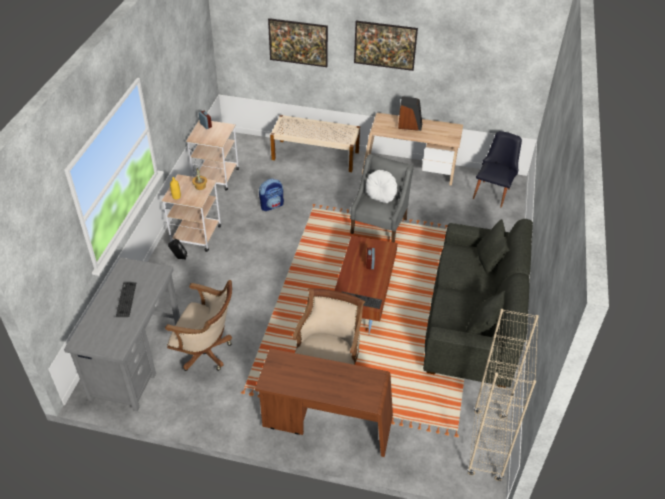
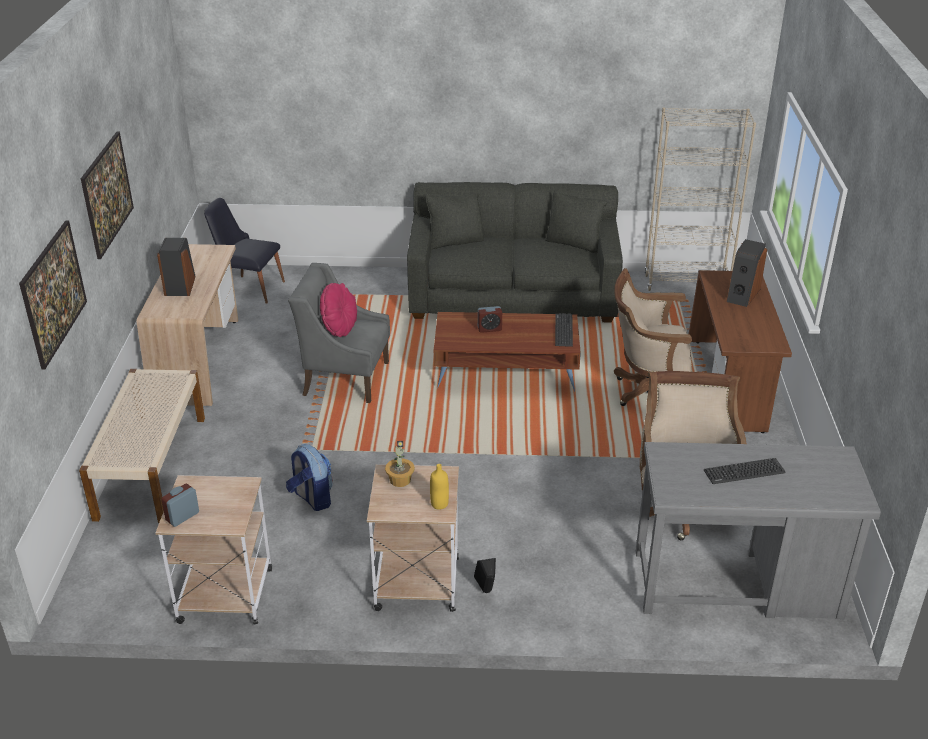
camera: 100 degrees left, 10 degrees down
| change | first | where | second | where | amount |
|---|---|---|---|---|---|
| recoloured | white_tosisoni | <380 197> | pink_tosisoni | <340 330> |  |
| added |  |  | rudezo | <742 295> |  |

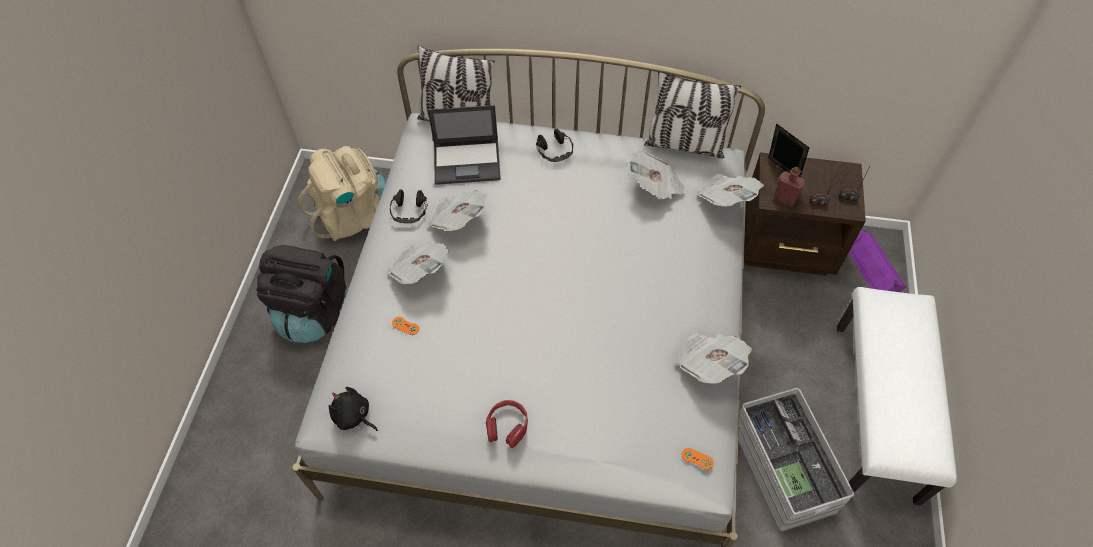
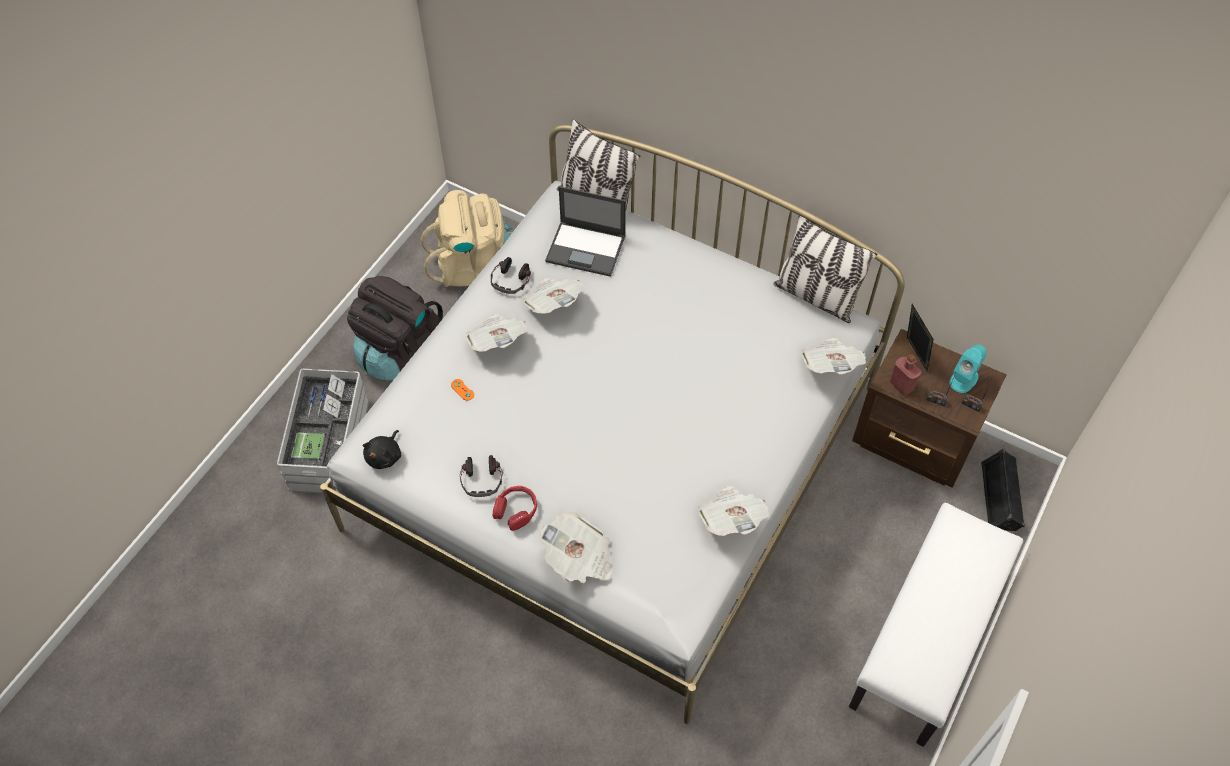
camera: 20 degrees right, 0 degrees up
| change | first | where | second | where | amount |
|---|---|---|---|---|---|
| moved | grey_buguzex | <781 467> |  | <328 443> |  |
| turned | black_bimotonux | <354 417> |  | <385 456> | 120 degrees counterclockwise |
| moved | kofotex | <555 150> |  | <482 480> |  |
| moved | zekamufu | <656 187> |  | <579 558> |  |
| added |  |  | turquoise_rudezo | <964 379> |  |
| recoloured | purple_rudezo | <873 269> | black_rudezo | <1002 496> |  |
| removed | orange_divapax | <697 458> |  |  |  |

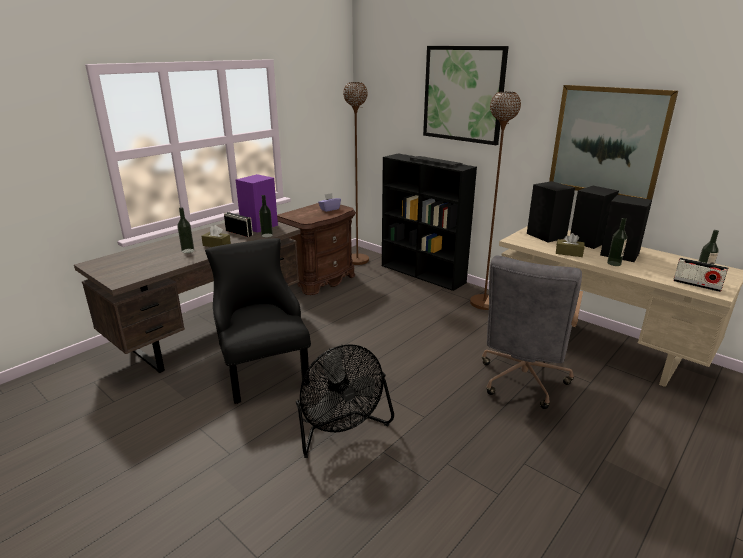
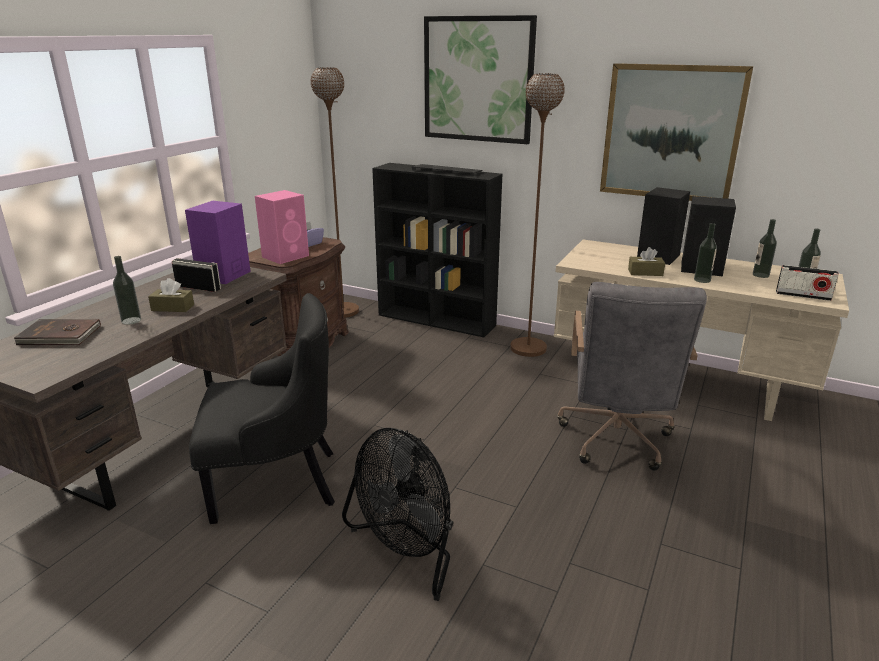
camera: 15 degrees left, 0 degrees up
| change | first | where | second | where | amount |
|---|---|---|---|---|---|
| added |  |  | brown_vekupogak | <60 336> |  |
| turned | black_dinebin | <264 373> |  | <273 485> | 120 degrees clockwise |
| added |  |  | pink_rudezo | <286 256> |  |
| turned | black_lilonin | <336 430> |  | <409 546> | 90 degrees clockwise |
| moved | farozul | <267 235> |  | <760 275> |  |
| removed | black_rudezo | <547 236> |  |  |  |

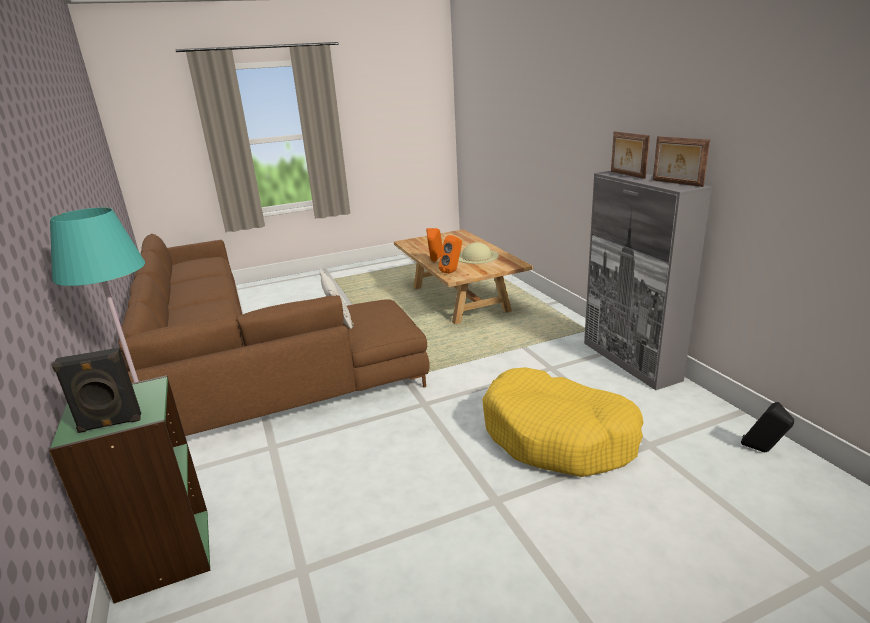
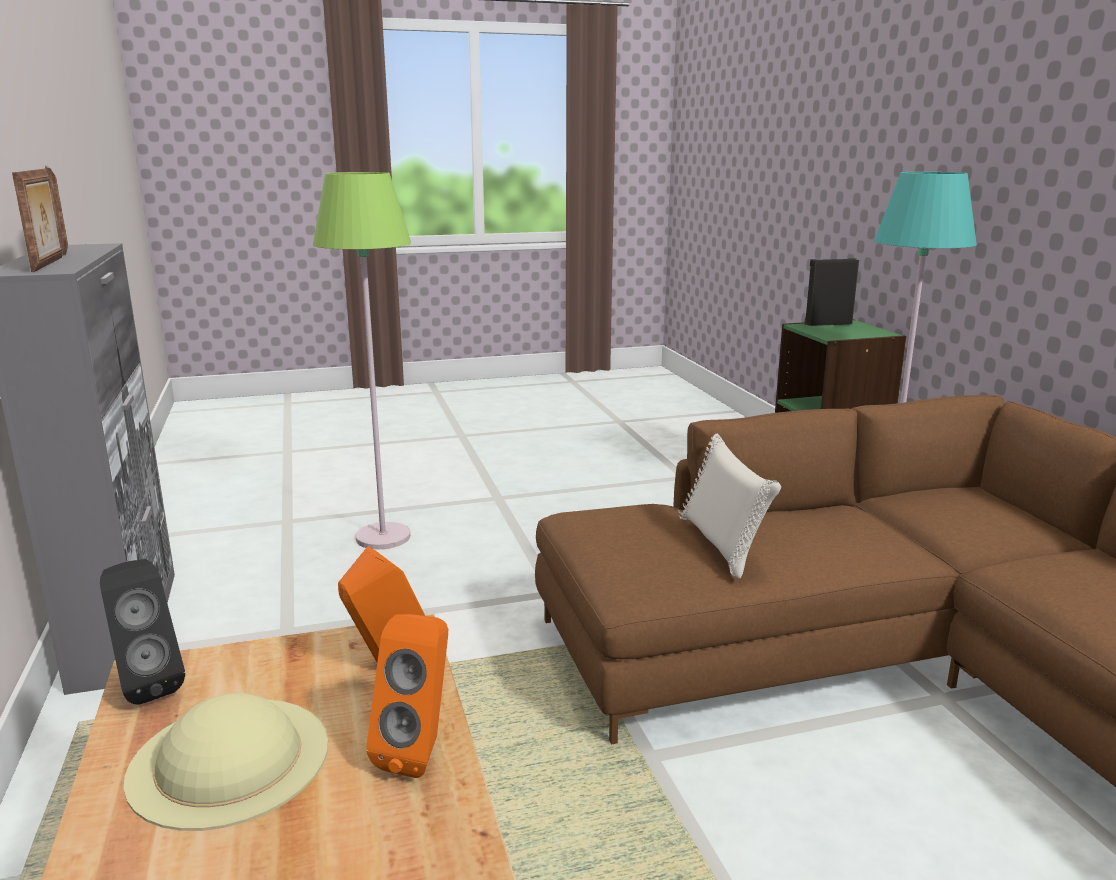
camera: 175 degrees left, 5 degrees down
| change | first | where | second | where | amount |
|---|---|---|---|---|---|
| moved | black_rudezo | <762 451> |  | <147 685> |  |
| replaced | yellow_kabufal | <558 436> | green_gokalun | <383 537> |  |

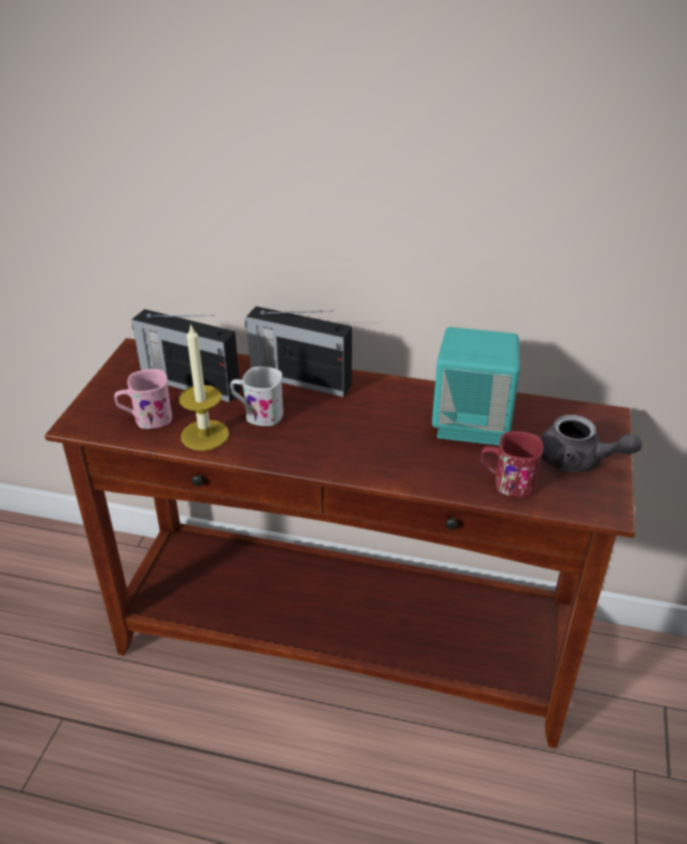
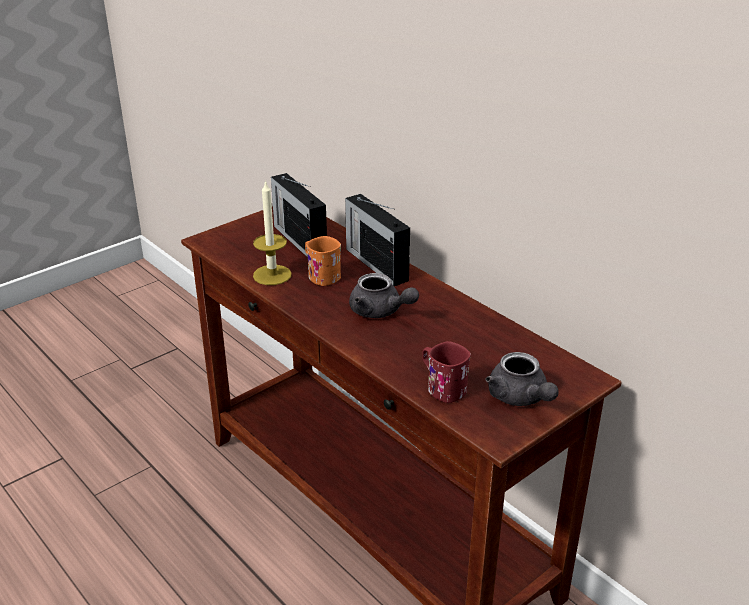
camera: 35 degrees right, 5 degrees down
| change | first | where | second | where | amount |
|---|---|---|---|---|---|
| recoloured | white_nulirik | <258 414> | orange_nulirik | <321 275> |  |
| added |  |  | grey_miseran | <380 311> |  |
| removed | pink_nulirik | <146 419> |  |  |  |
| removed | turquoise_rudezo | <471 424> |  |  |  |

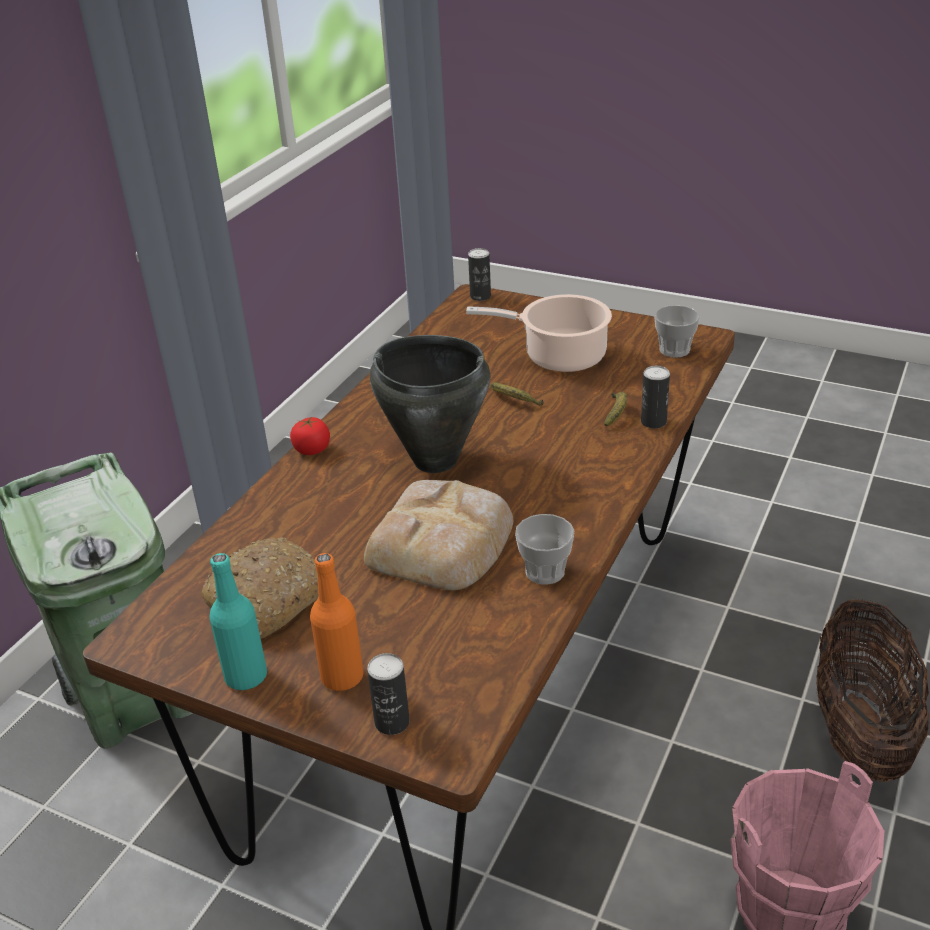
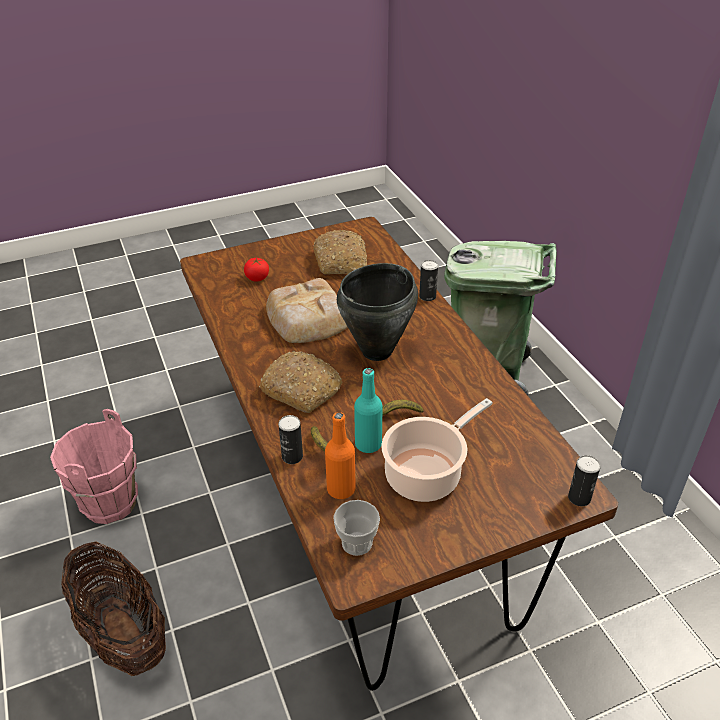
camera: 130 degrees right, 5 degrees up
| change | first | where | second | where | amount |
|---|---|---|---|---|---|
| moved | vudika | <312 449> |  | <257 278> |  |
| added |  |  | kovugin | <302 389> |  |
| moved | orange_farozul | <342 677> |  | <341 489> |  |
| moved | turquoise_farozul | <246 676> |  | <368 444> |  |
| moved | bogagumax | <392 722> |  | <427 296> |  |
| removed | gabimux | <545 571> |  |  |  |

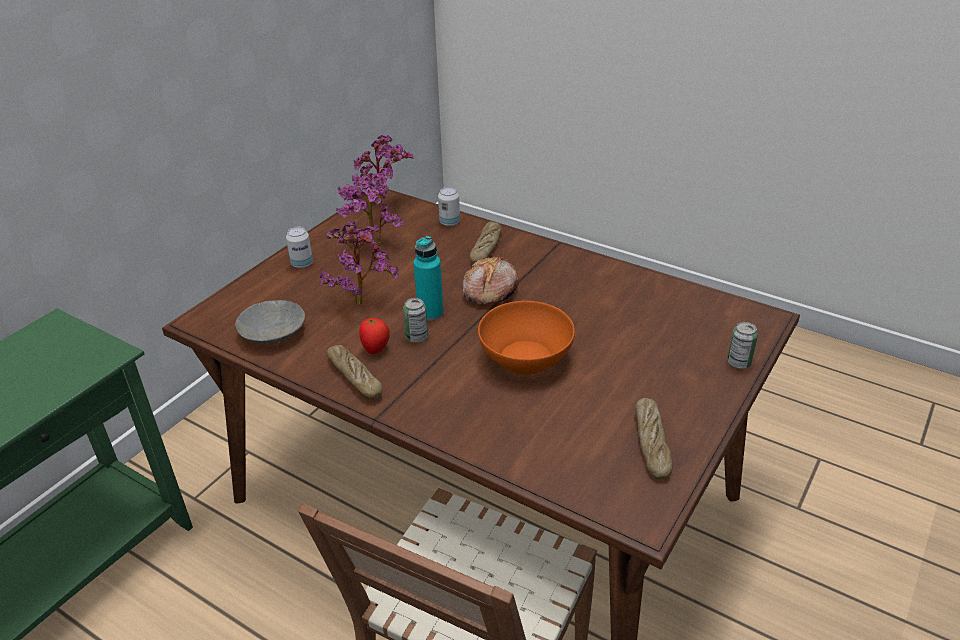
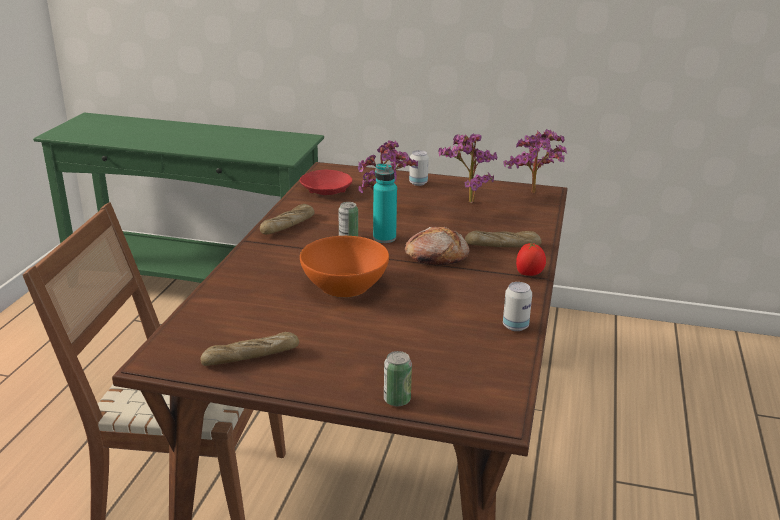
camera: 70 degrees right, 10 degrees down
| change | first | where | second | where | amount |
|---|---|---|---|---|---|
| recoloured | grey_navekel | <274 332> | red_navekel | <326 191> |  |
| moved | bogagumax | <449 222> |  | <515 326> |  |
| moved | vudika | <376 349> |  | <529 274> |  |

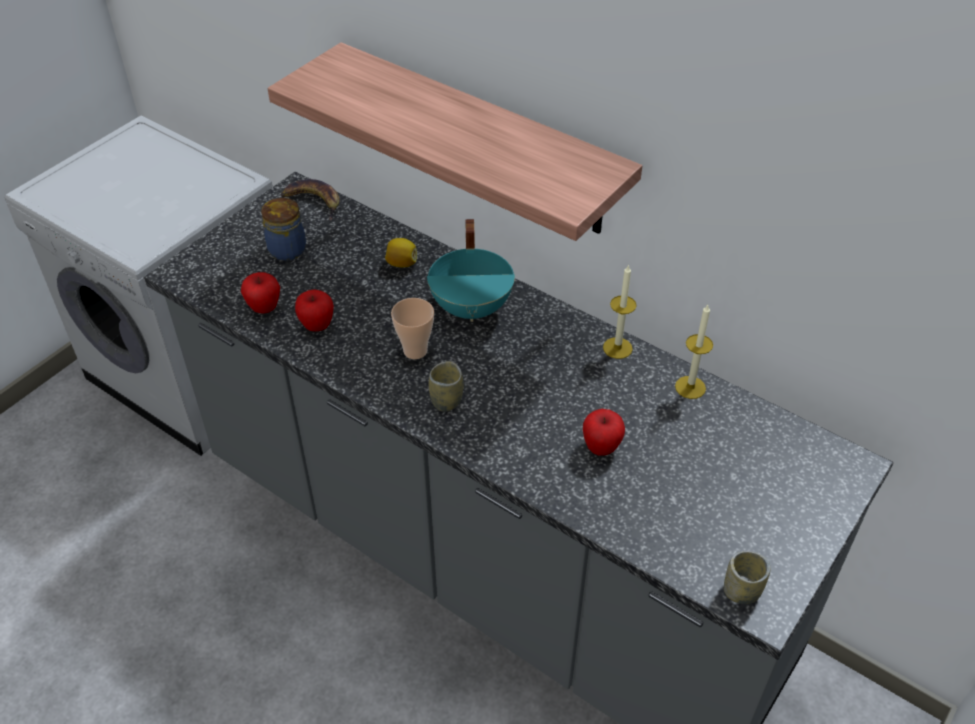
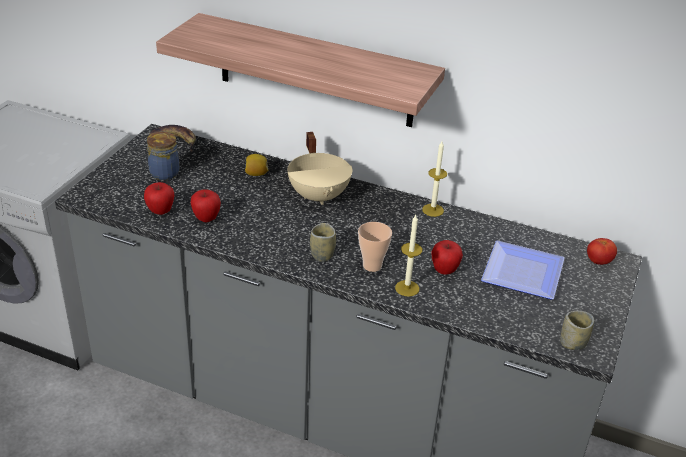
camera: 15 degrees left, 10 degrees down
| change | first | where | second | where | amount |
|---|---|---|---|---|---|
| recoloured | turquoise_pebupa | <473 307> | beige_pebupa | <319 196> |  |
| moved | gabimux | <415 351> |  | <372 265> |  |
| moved | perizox | <690 387> |  | <407 288> |  |
| added |  |  | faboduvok | <525 272> |  |
| added |  |  | vudika | <598 261> |  |

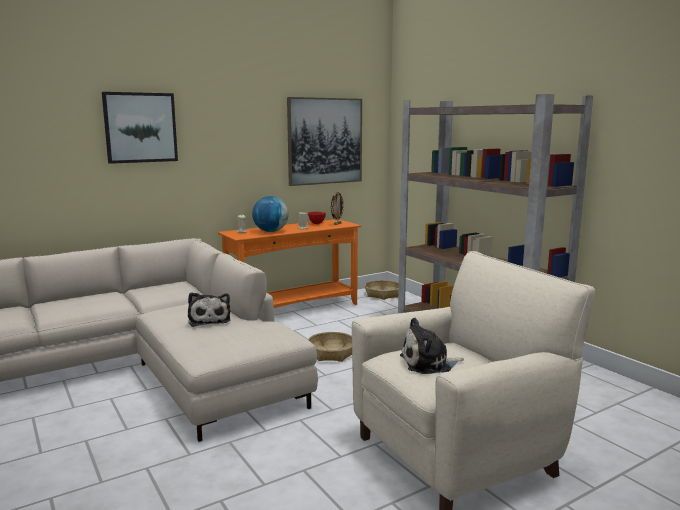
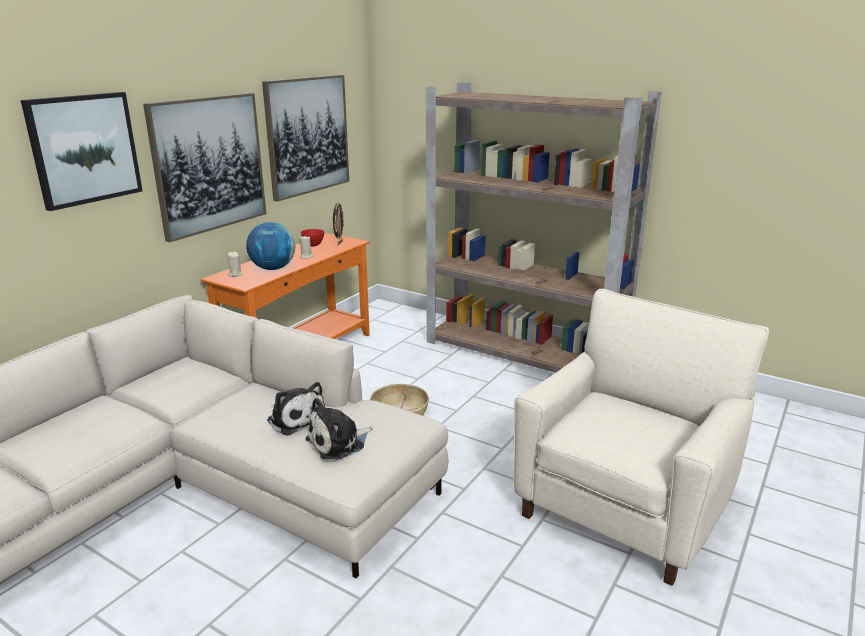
camera: 25 degrees left, 10 degrees up
| change | first | where | second | where | amount |
|---|---|---|---|---|---|
| added |  |  | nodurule | <209 164> |  |
| moved | bimotonux | <429 363> |  | <339 443> |  |
| removed | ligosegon | <383 294> |  |  |  |

